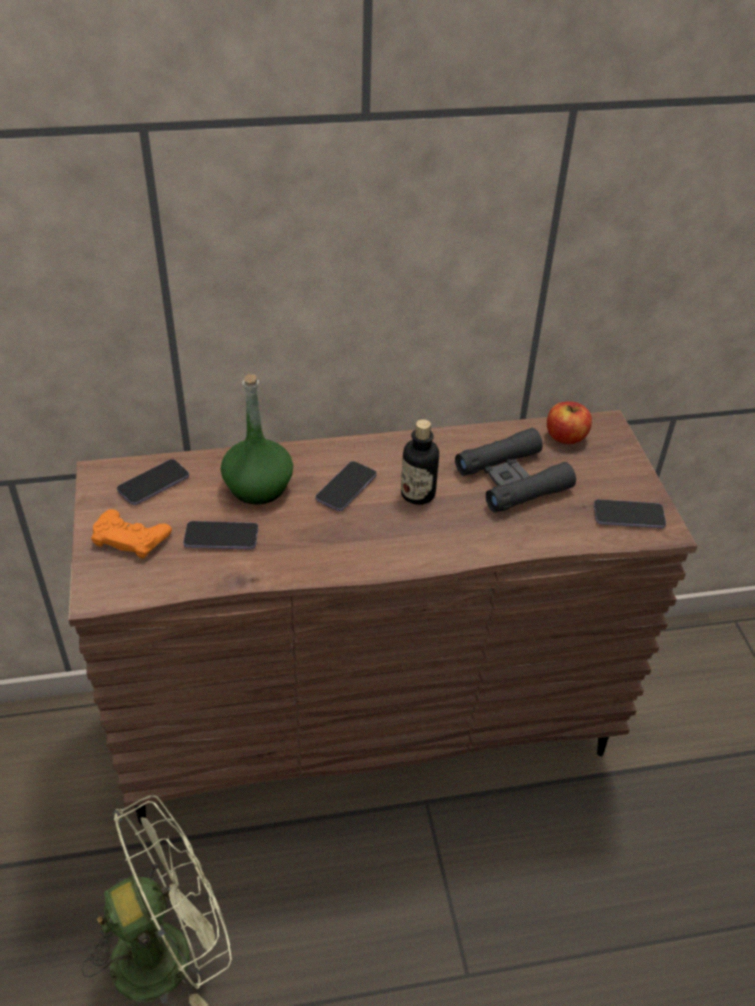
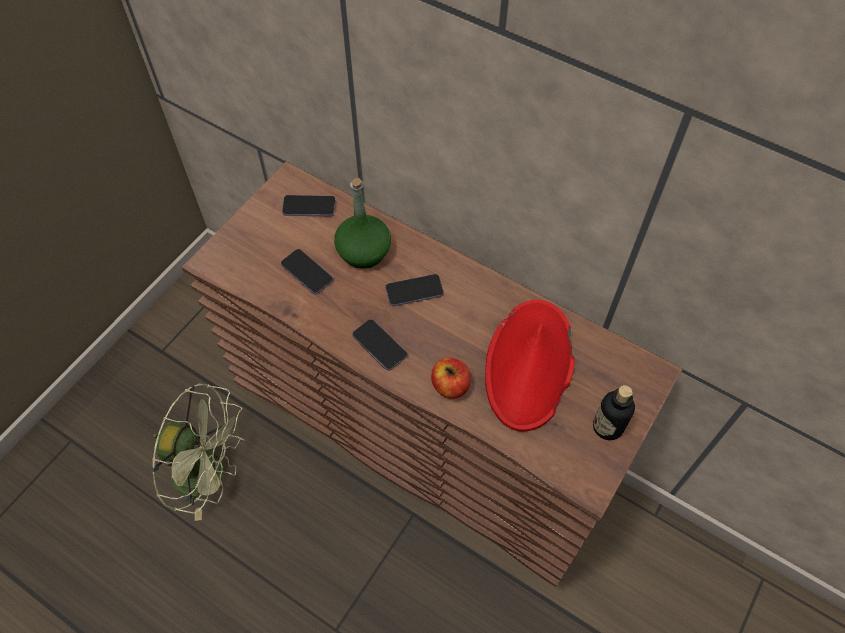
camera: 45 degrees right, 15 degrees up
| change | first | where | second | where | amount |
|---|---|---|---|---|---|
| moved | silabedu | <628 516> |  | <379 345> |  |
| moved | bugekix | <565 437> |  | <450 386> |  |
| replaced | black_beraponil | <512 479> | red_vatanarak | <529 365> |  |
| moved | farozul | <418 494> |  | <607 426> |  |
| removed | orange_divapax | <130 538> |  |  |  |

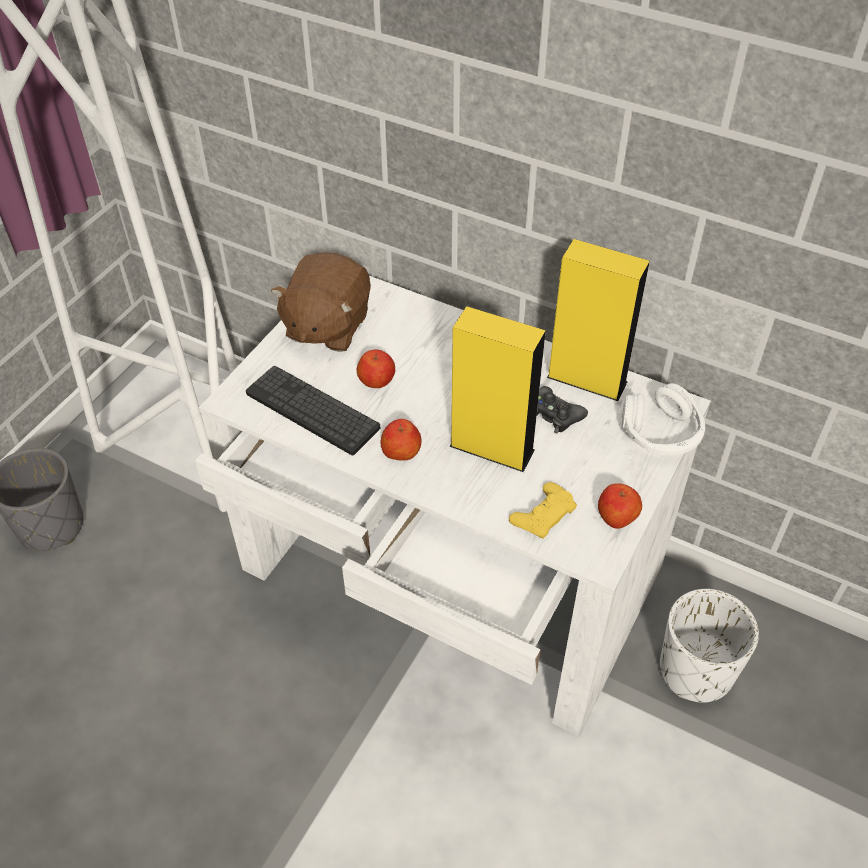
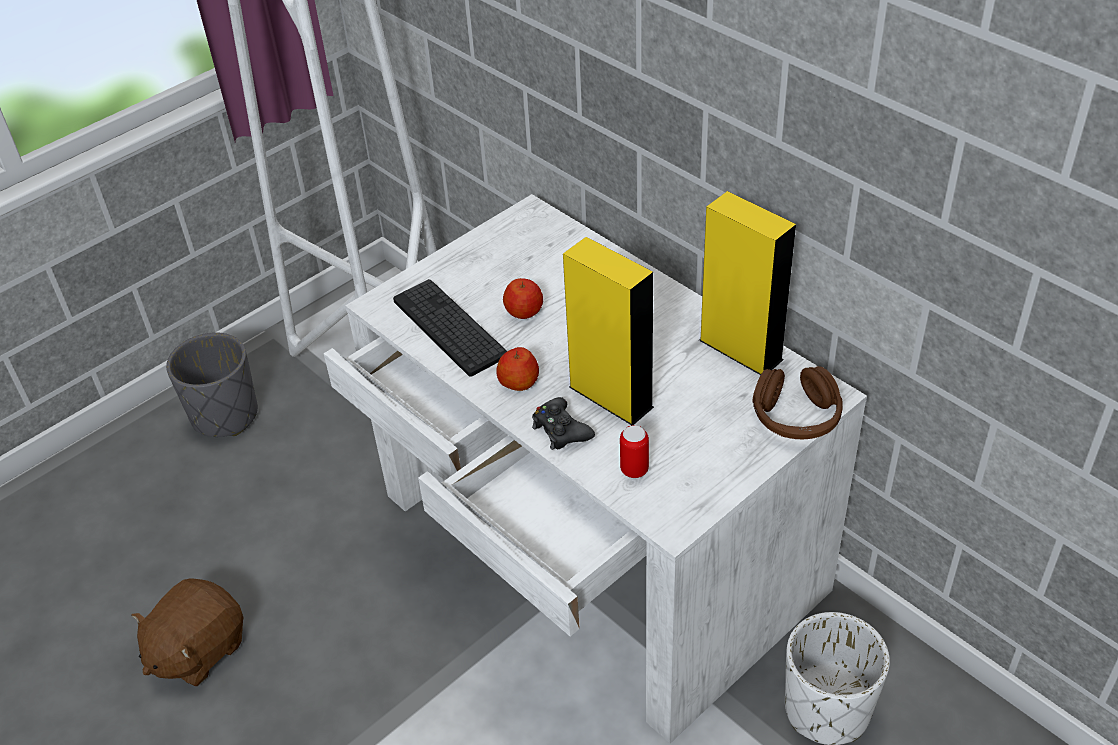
camera: 20 degrees right, 5 degrees down
| change | first | where | second | where | amount |
|---|---|---|---|---|---|
| moved | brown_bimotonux | <326 326> |  | <197 650> |  |
| moved | black_divapax | <554 415> |  | <561 430> |  |
| replaced | yellow_divapax | <543 514> | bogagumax | <634 470> |  |
| recoloured | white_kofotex | <661 433> | brown_kofotex | <796 417> |  |
| removed | bugekix | <617 516> |  |  |  |

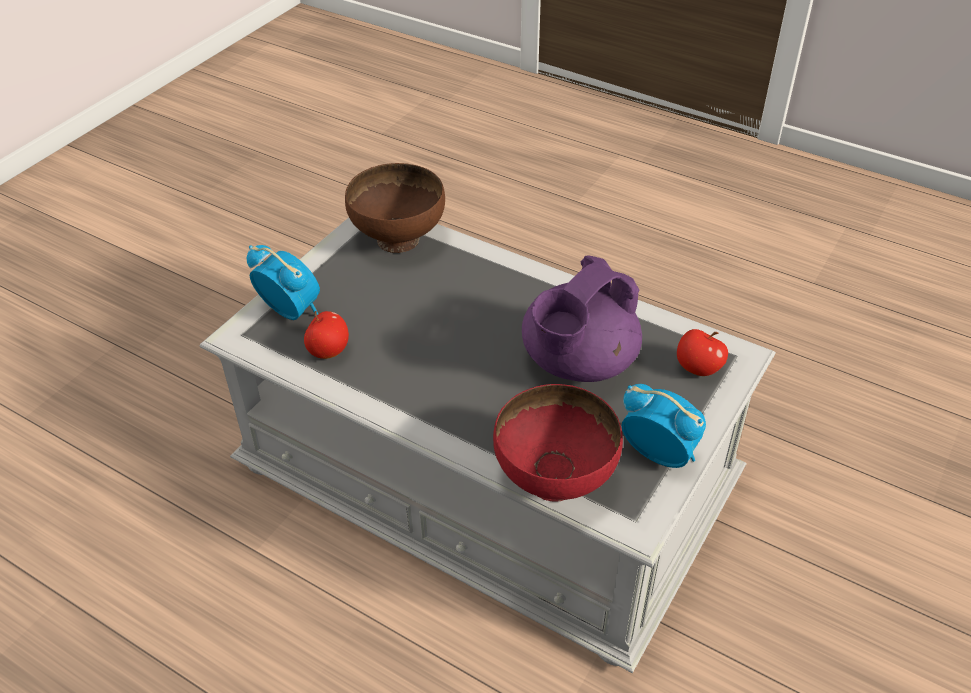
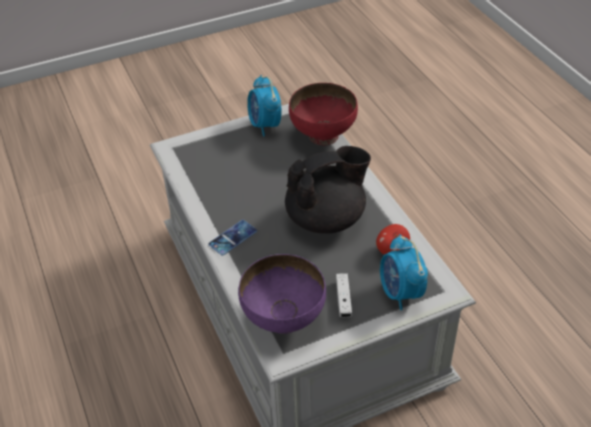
camera: 145 degrees left, 0 degrees up
| change | first | where | second | where | amount |
|---|---|---|---|---|---|
| added |  |  | silabedu | <233 238> |  |
| recoloured | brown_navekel | <399 239> | purple_navekel | <283 319> |  |
| added |  |  | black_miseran | <327 218> |  |
| added |  |  | white_divapax | <343 299> |  |
| removed | purple_miseran | <577 362> |  |  |  |
| removed | bugekix | <698 368> |  |  |  |

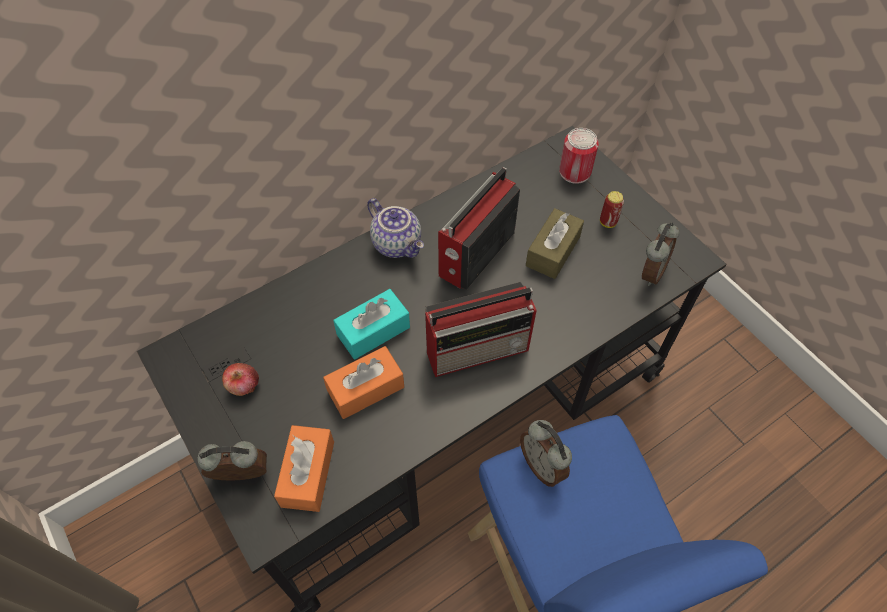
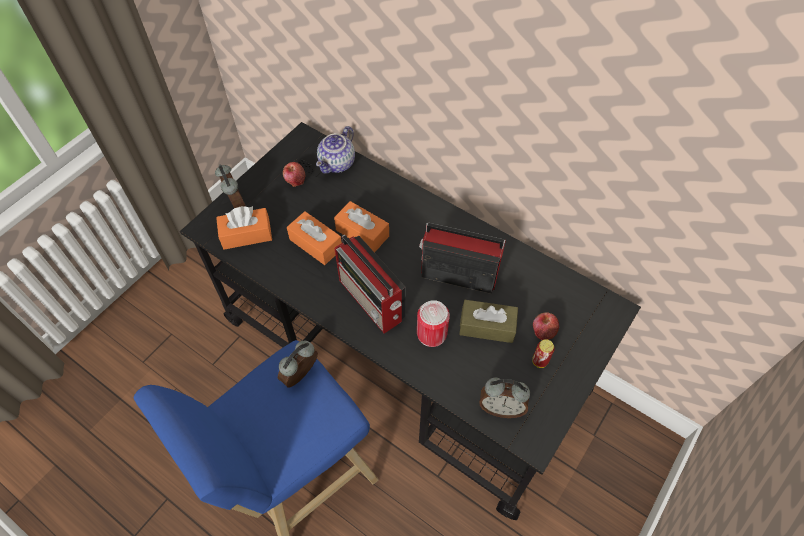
camera: 70 degrees right, 0 degrees up
| change | first | where | second | where | amount |
|---|---|---|---|---|---|
| moved | miseran | <398 244> |  | <337 164> |  |
| recoloured | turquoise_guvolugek | <373 331> | orange_guvolugek | <362 233> |  |
| moved | bogagumax | <575 172> |  | <431 333> |  |
| added |  |  | bugekix | <543 331> |  |

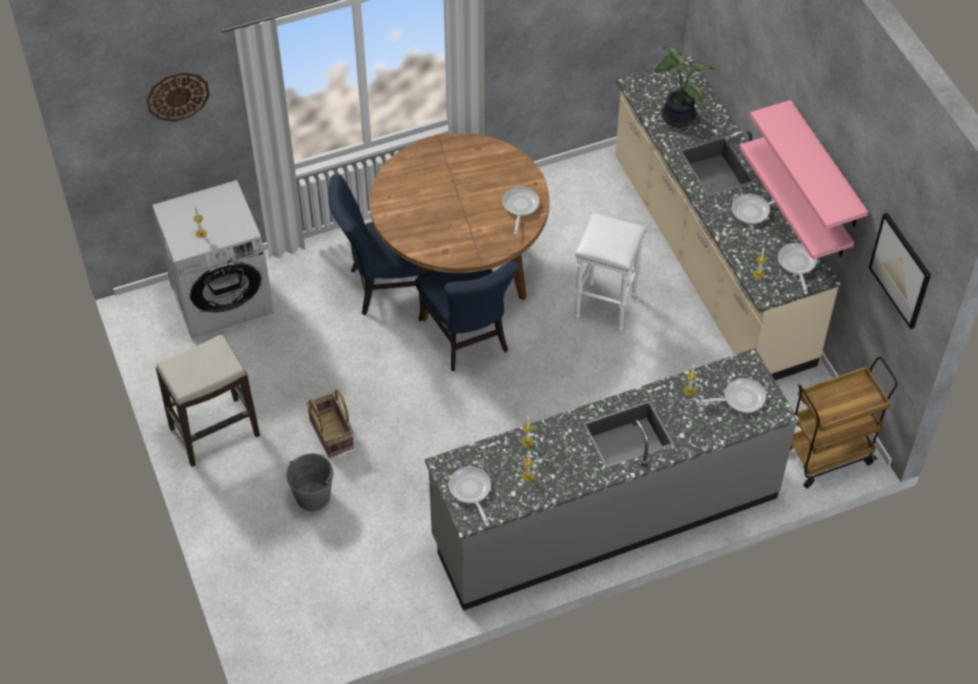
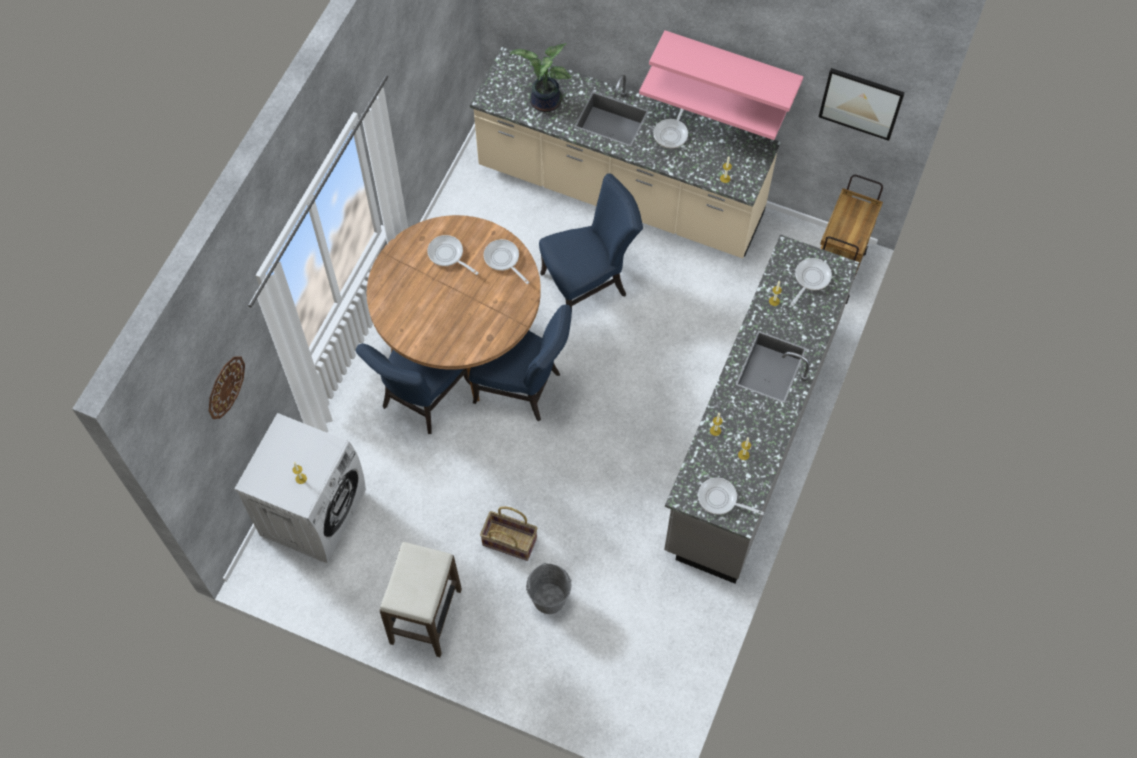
camera: 45 degrees left, 10 degrees up
| change | first | where | second | where | amount |
|---|---|---|---|---|---|
| moved | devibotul | <797 264> |  | <448 255> |  |
| replaced | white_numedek | <606 307> | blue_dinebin | <589 284> |  |

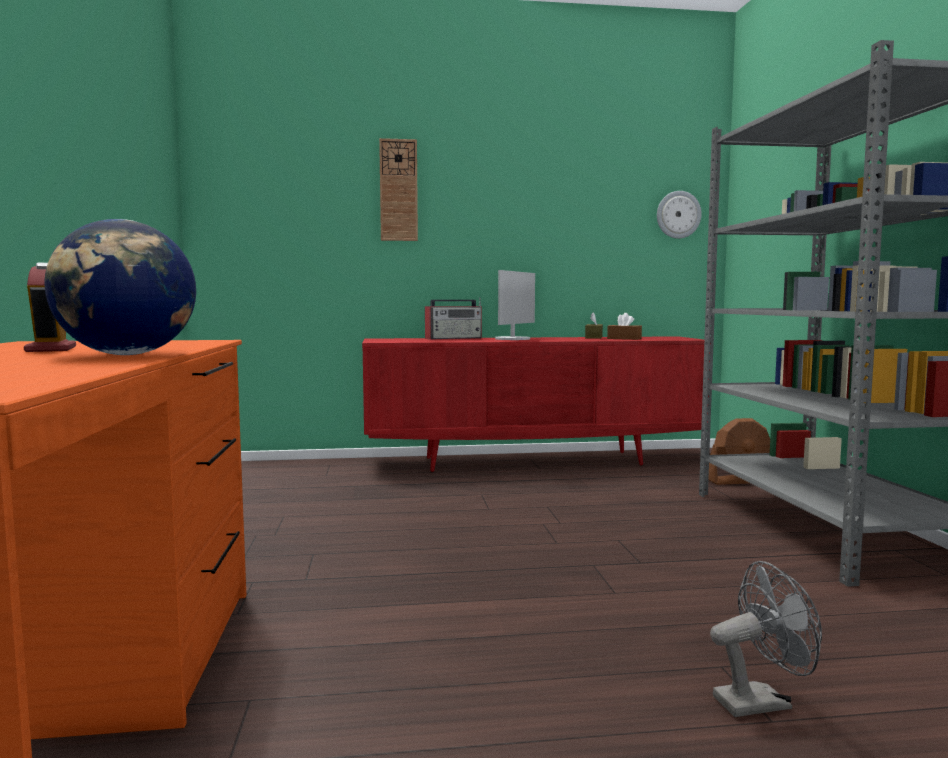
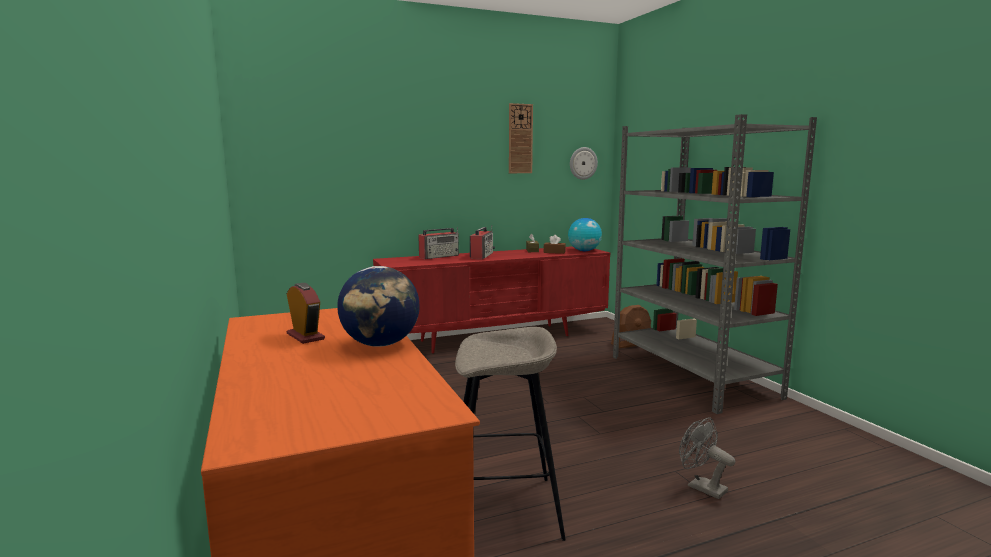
camera: 15 degrees left, 5 degrees up
| change | first | where | second | where | amount |
|---|---|---|---|---|---|
| added |  |  | grey_numedek | <503 510> |  |
| replaced | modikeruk | <513 339> | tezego | <481 256> |  |
| moved | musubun | <398 190> |  | <520 139> |  |
| added |  |  | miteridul | <584 251> |  |
| turned | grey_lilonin | <761 701> |  | <701 487> | 105 degrees counterclockwise |

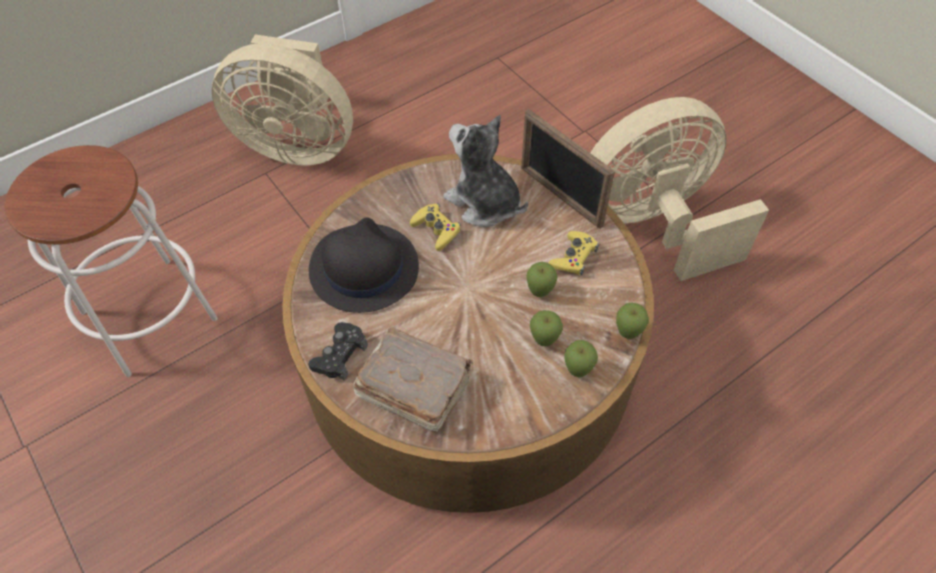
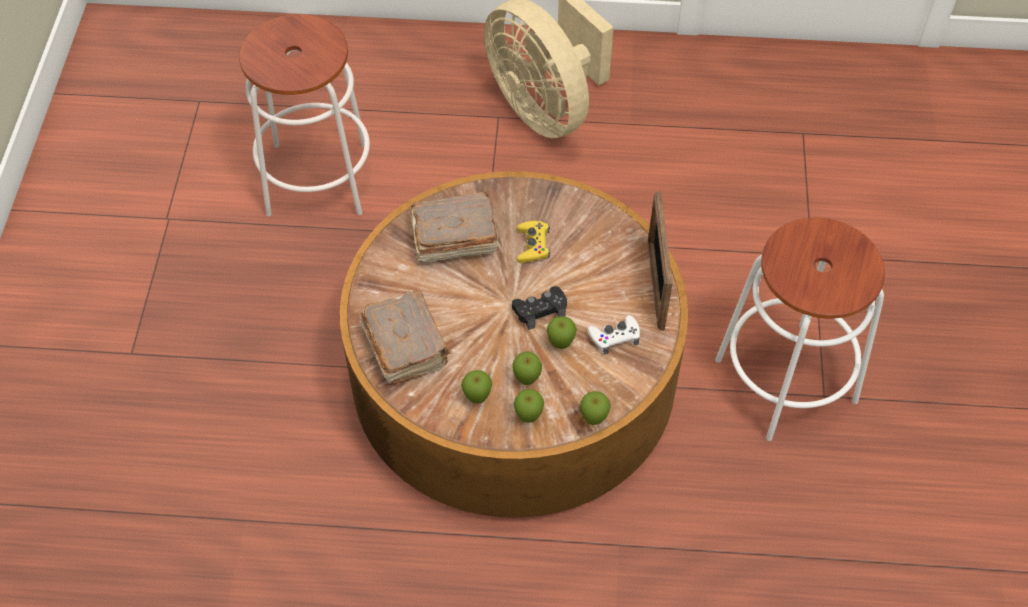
camera: 40 degrees right, 0 degrees up
| change | first | where | second | where | amount |
|---|---|---|---|---|---|
| replaced | black_vatanarak | <363 268> | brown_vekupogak | <452 238> |  |
| added |  |  | bugekix | <477 398> |  |
| moved | black_divapax | <340 355> |  | <540 310> |  |
| recoloured | yellow_divapax | <573 257> | white_divapax | <614 337> |  |
| replaced | beige_lilonin | <654 224> | white_numedek | <786 380> |  |
| removed | bimotonux | <484 203> |  |  |  |

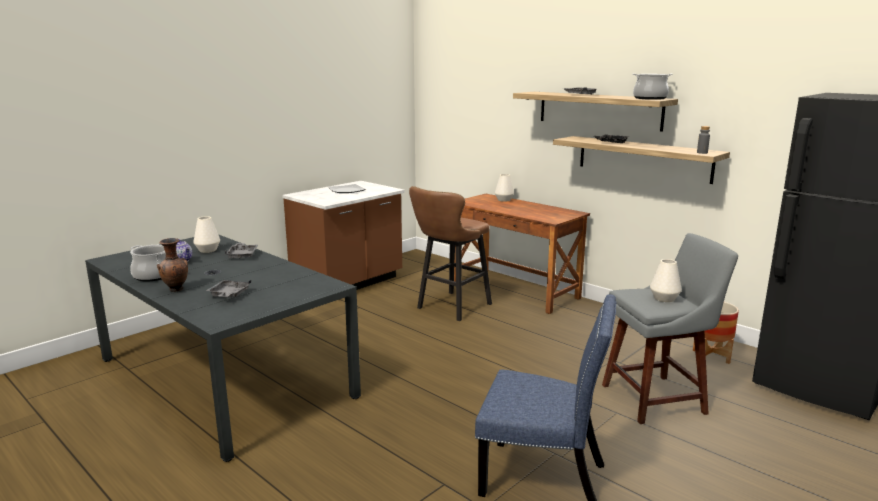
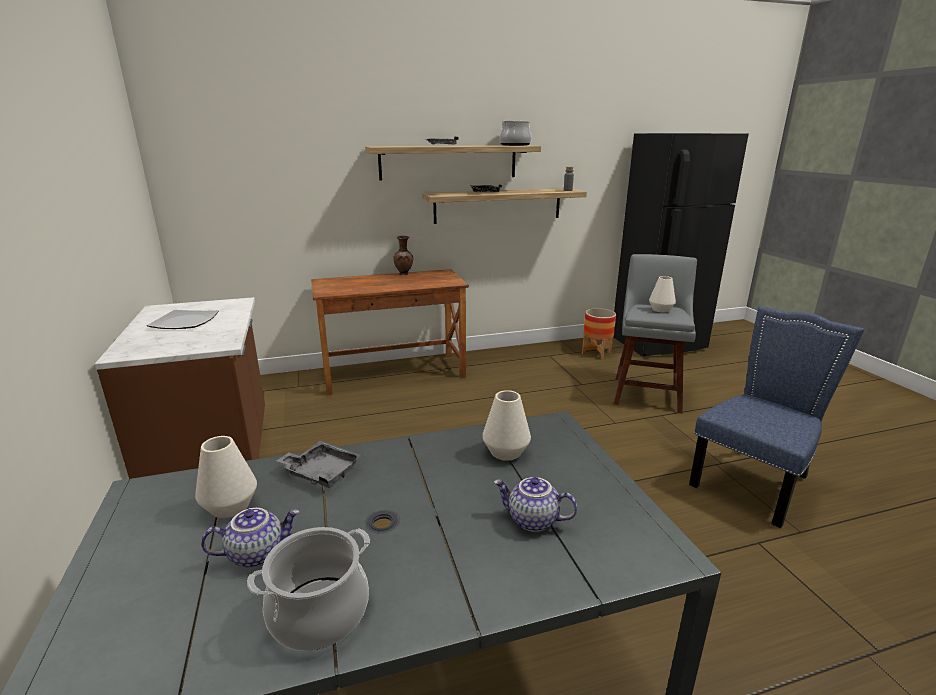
camera: 60 degrees left, 5 degrees up
| change | first | where | second | where | amount |
|---|---|---|---|---|---|
| moved | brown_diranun | <175 290> |  | <404 274> |  |
| moved | white_diranun | <504 200> |  | <505 452> |  |
| replaced | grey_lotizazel | <229 295> | miseran | <532 521> |  |
| removed | brown_numedek | <449 308> |  |  |  |

